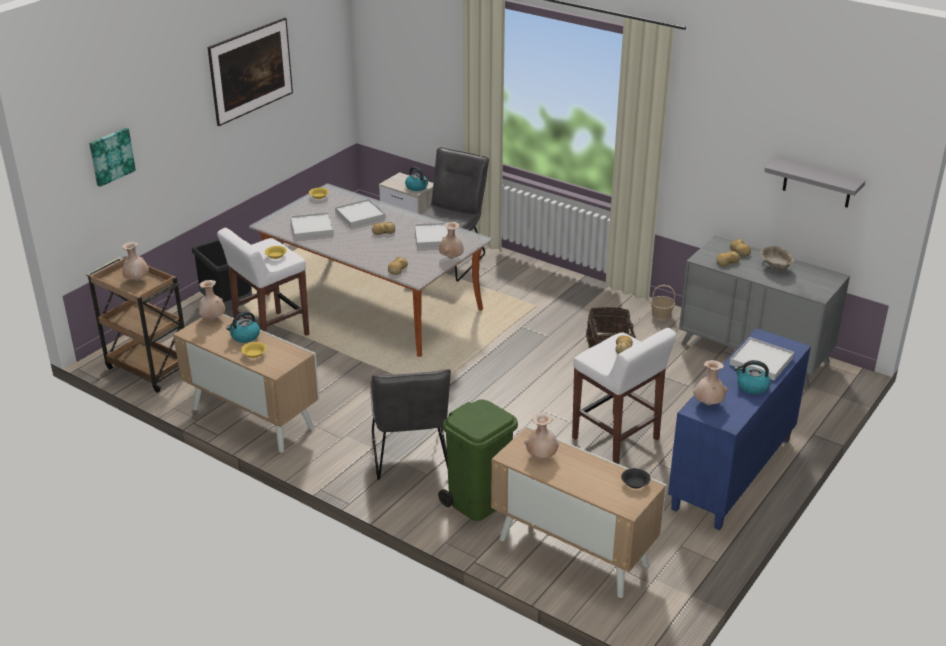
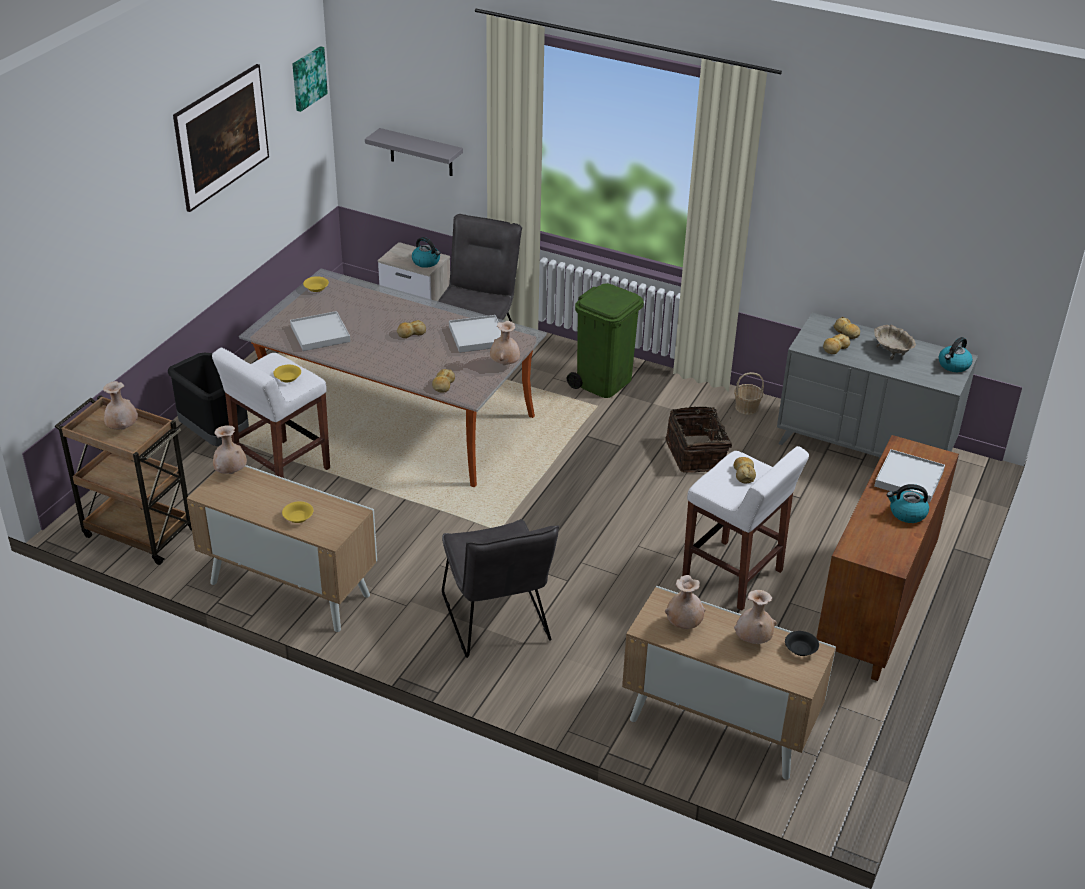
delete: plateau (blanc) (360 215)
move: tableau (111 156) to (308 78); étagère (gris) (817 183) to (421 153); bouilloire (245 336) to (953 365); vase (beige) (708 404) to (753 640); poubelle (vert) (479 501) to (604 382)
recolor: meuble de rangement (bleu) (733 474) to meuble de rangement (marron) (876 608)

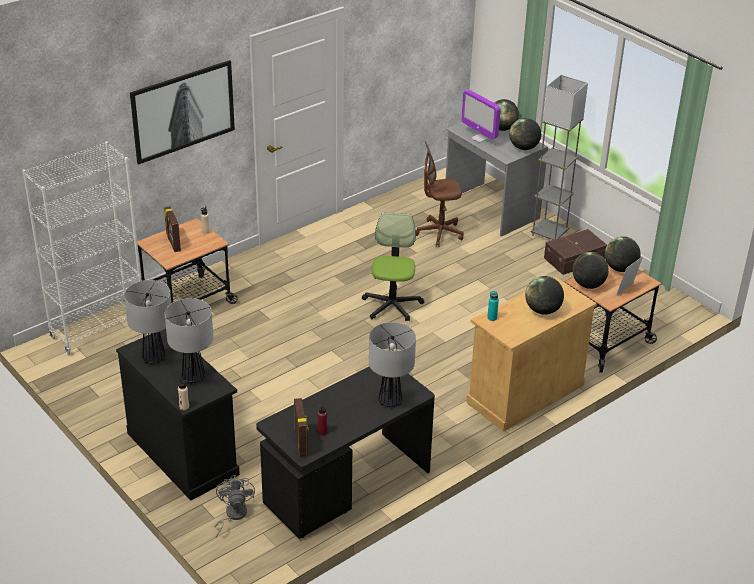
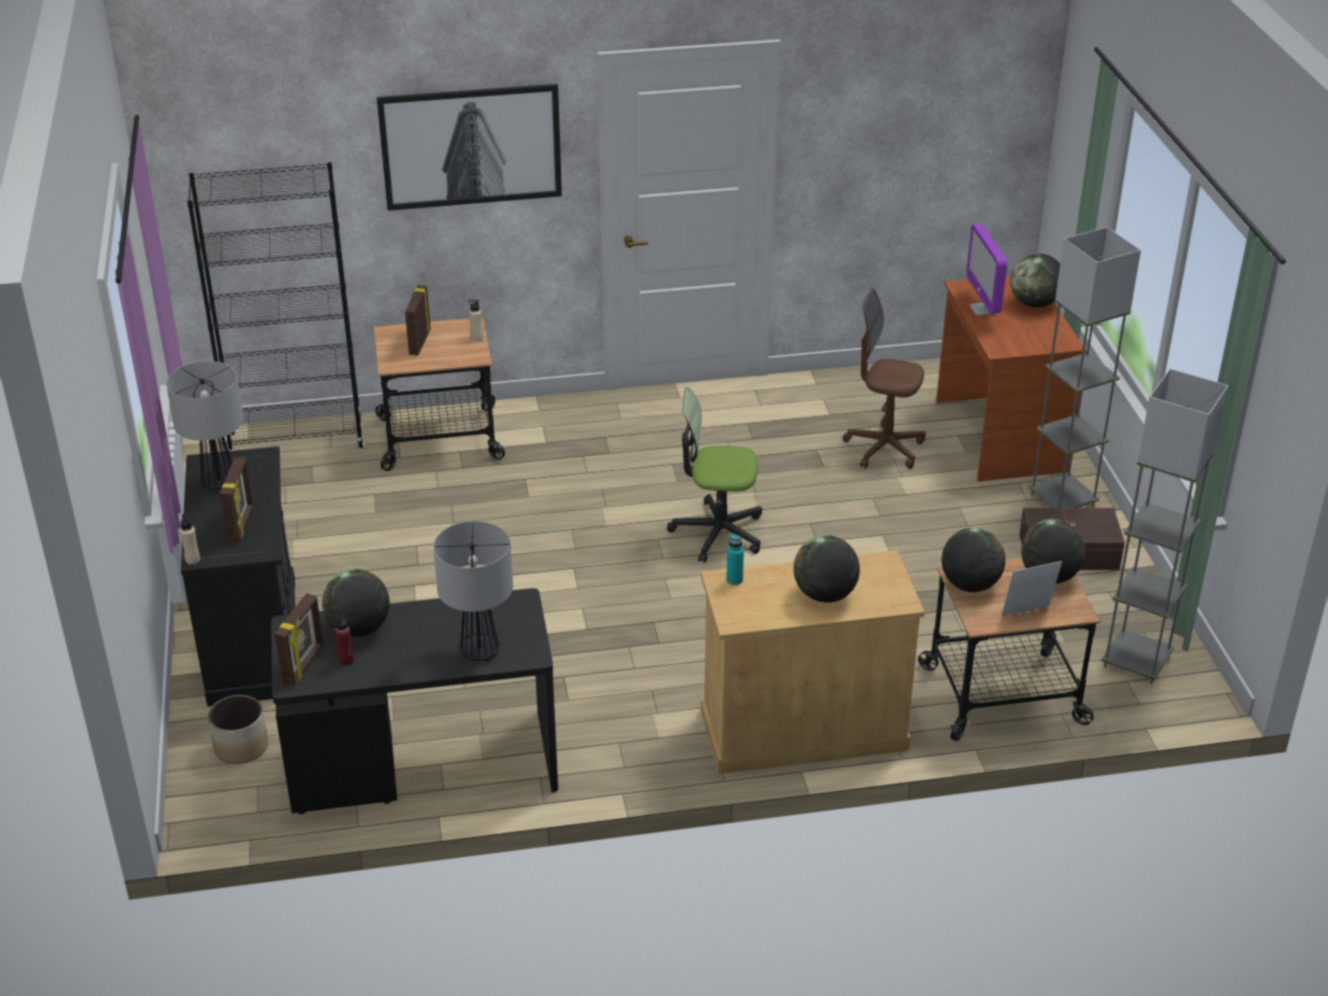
insert: lampadaire (gris) (1136 661)
move: globe (524 148) to (359 629)
replace: lampe de table (193 377) to cadre photo (242 524); ventilateur (gris) (232 515) to cache-pot (240 747)
recolor: bureau (gris) (490 209) to bureau (marron) (998 436); bibliothèque (blanc) (98 329) to bibliothèque (noir) (297 440)
rotate: chaise de bureau (392 305) = (717 532) 120 degrees counterclockwise

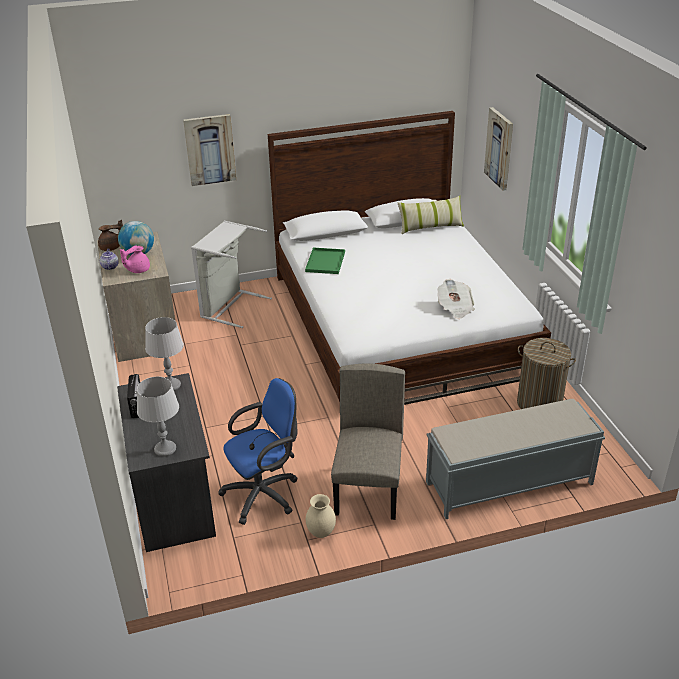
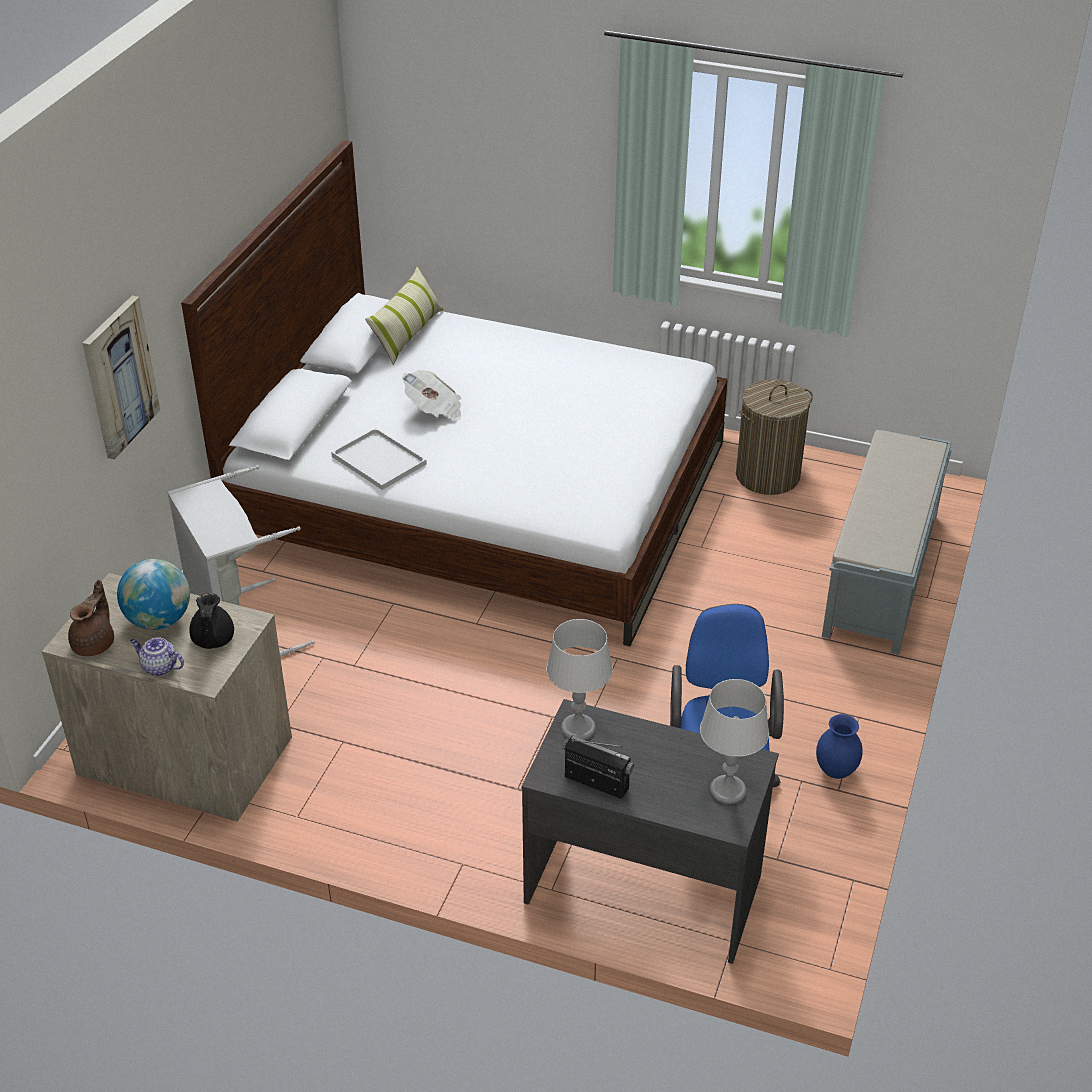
delete: tableau (499 148); chaise (beige) (369 491)
move: journal (455 308) to (434 409)
recolor: théière (rose) (137 270) to théière (noir) (212 640); plateau (vert) (325 262) to plateau (blanc) (380 460); vase (beige) (321 532) to vase (bleu) (835 771)

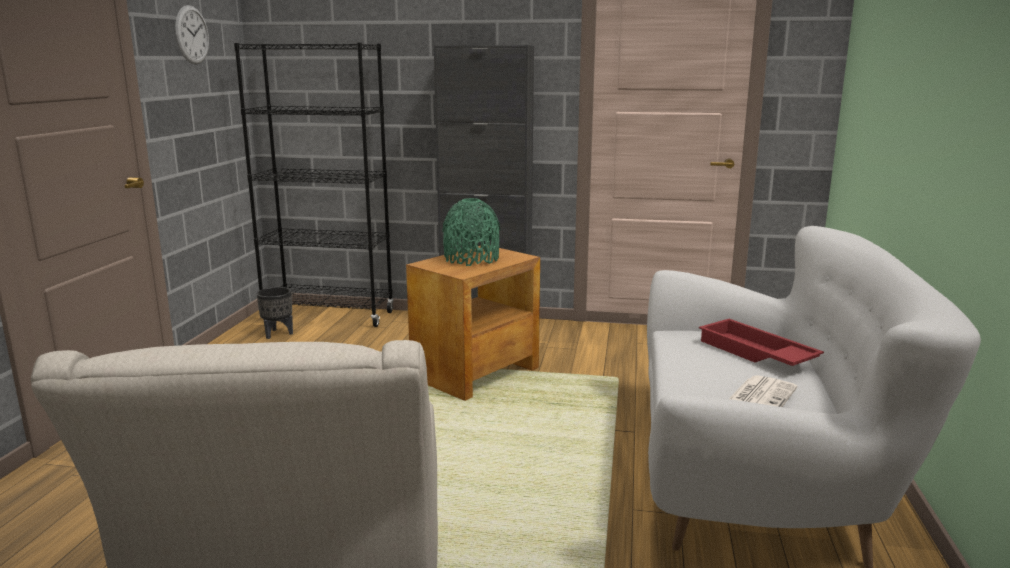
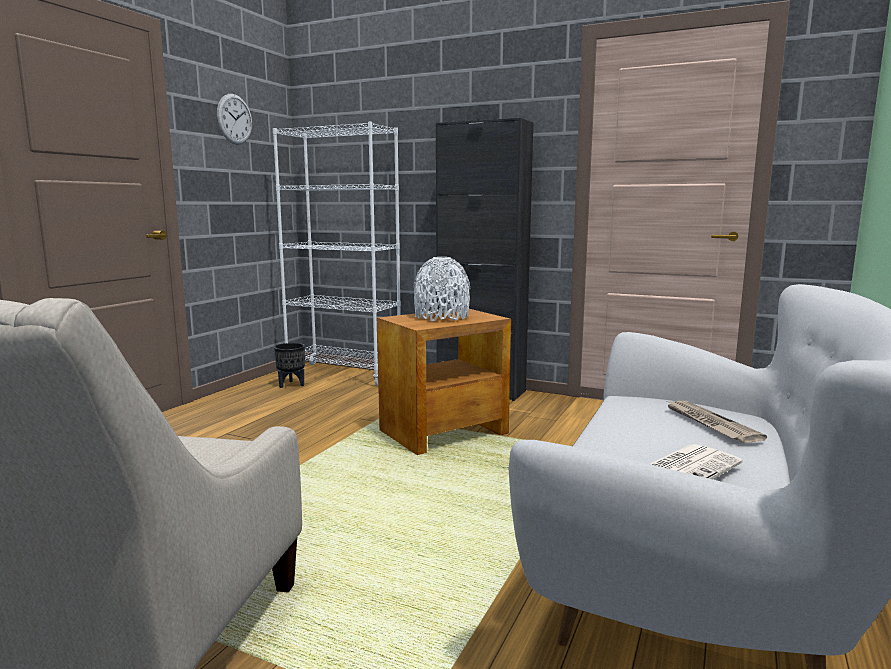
replace: plateau (rouge) (754 353) to journal (709 423)
recolor: bibliothèque (noir) (329 316) to bibliothèque (blanc) (344 374); vase (vert) (471 259) to vase (blanc) (441 317)

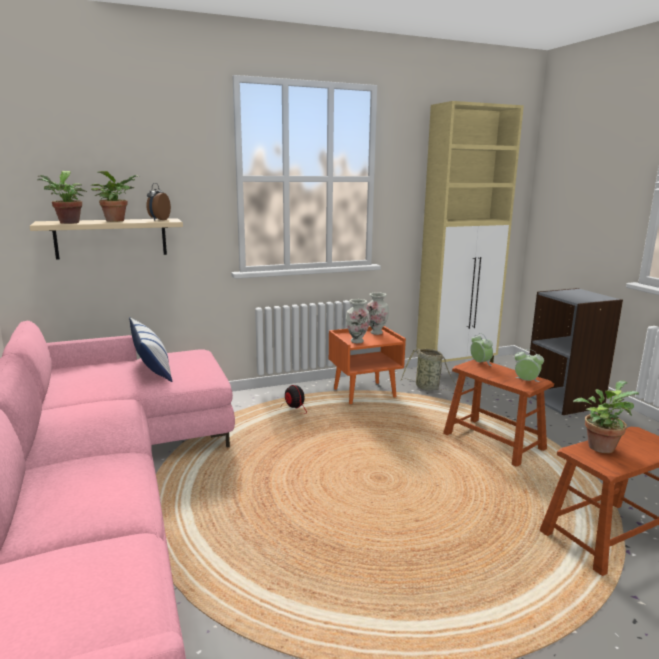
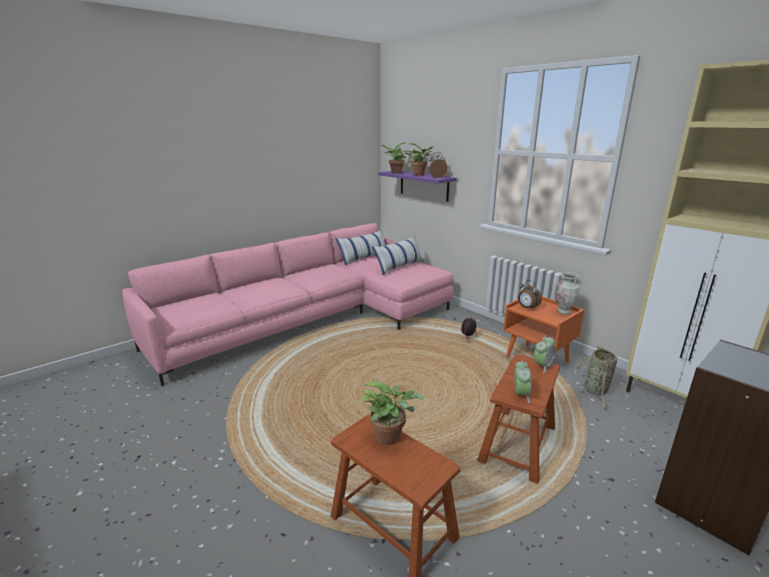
insert: coussin (364 258)
replace: vase (357 341) to réveil (527 308)
recolor: étagère (beige) (111 238) to étagère (violet) (424 185)

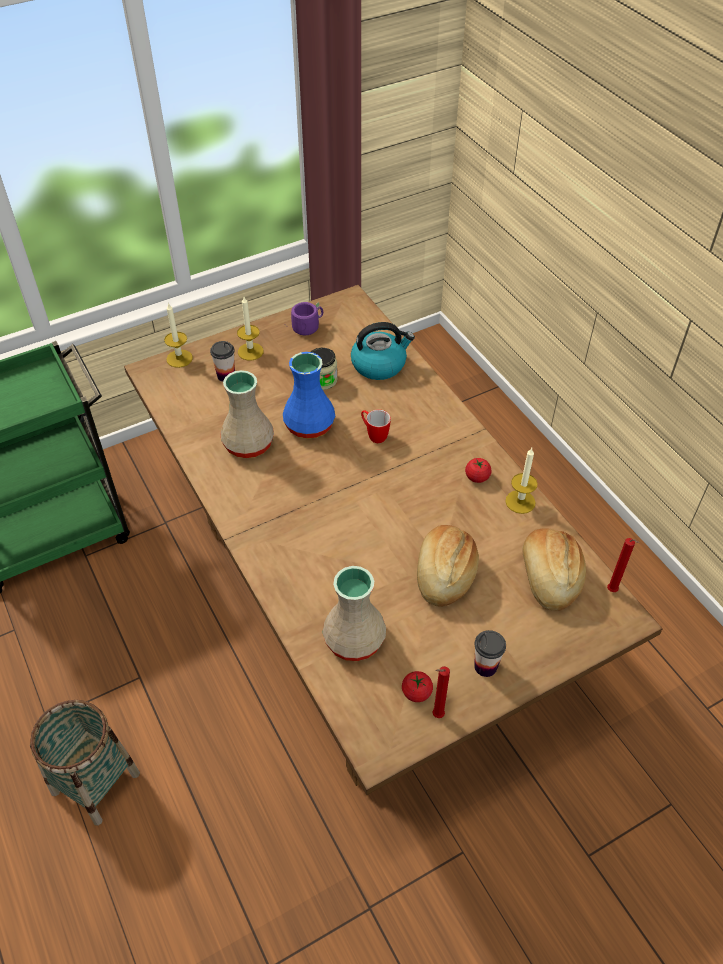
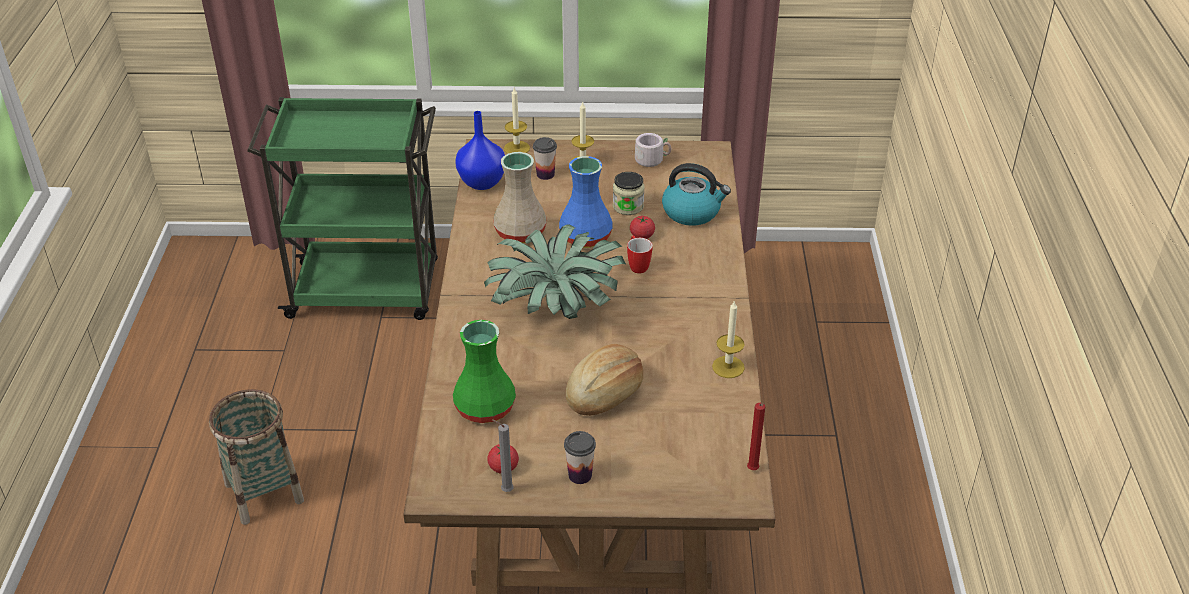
delete: pain (548 577)
insert: vase (bleu) (482 182); plante en pot (555 311)
move: tomate (477 477) to (642 236)
recolor: mug (violet) (307 326) to mug (gris) (652 159); vase (beige) (356 639) to vase (vert) (486 408); bougie (rouge) (436 715) to bougie (gris) (505 490)

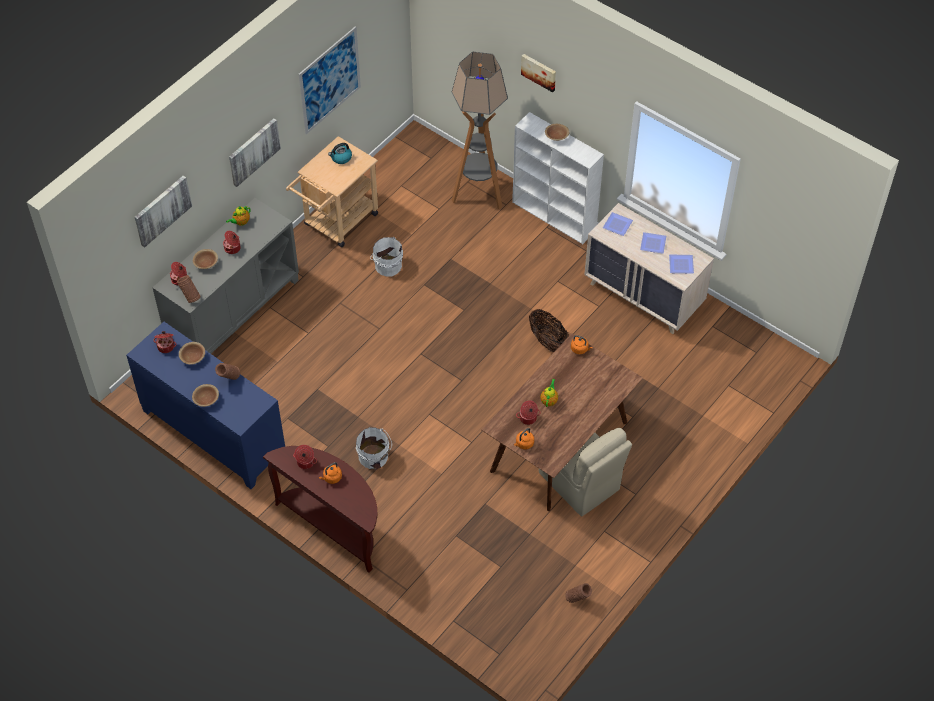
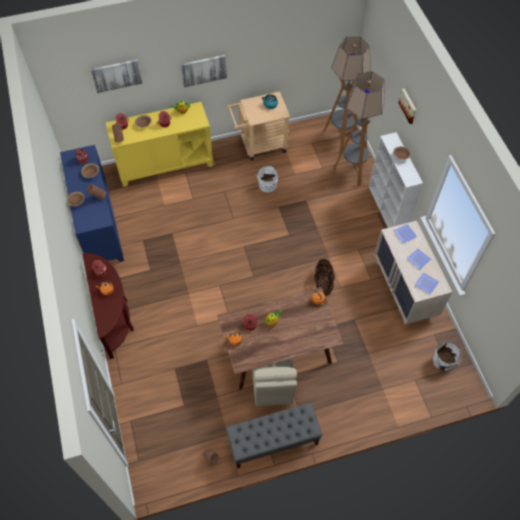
delete: tableau (330 80)
insert: lampadaire (340 138); banc (gris) (273 441)
move: seau (blanc) (374 458) to (443 362)
recolor: meuble de rangement (gris) (233 311) to meuble de rangement (jaune) (165 164)

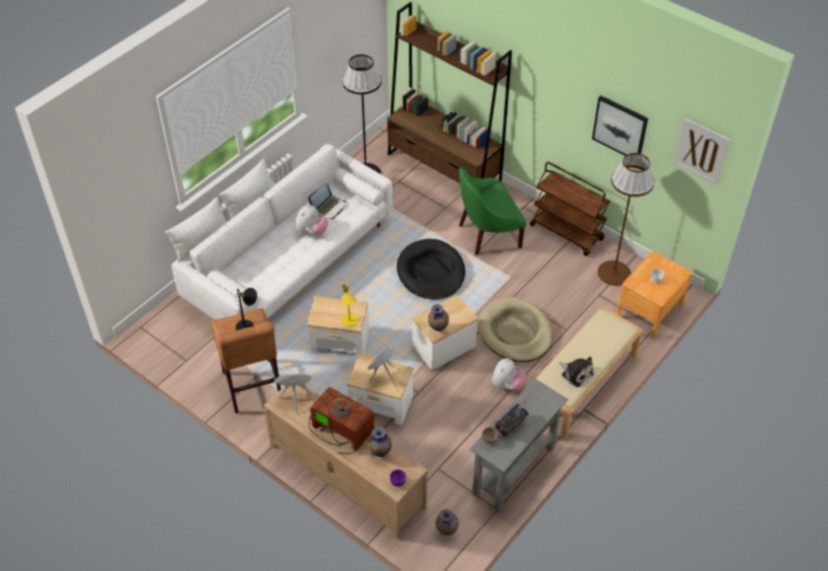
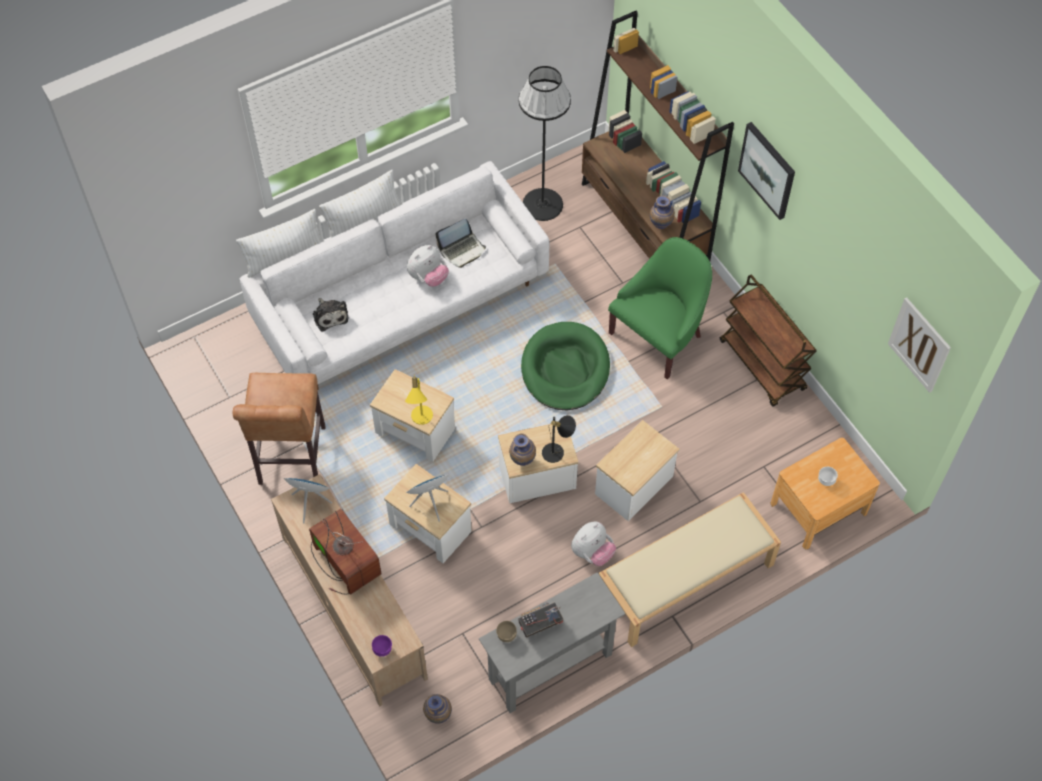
delete: lampadaire (marron) (614 273)
move: tableau (620 127) to (768 170); lampe de table (noir) (248 325) to (557 452); peluche (576 373) to (330 315); vase (380 453) to (660 225)
replace: panier pour chien (beige) (515 332) to table d'appoint (633 485)
recolor: panier pour chien (noir) (431 272) to panier pour chien (vert) (565 369)
rotate: fauteuil (vert) (487 234) = (659 336) 135 degrees clockwise

